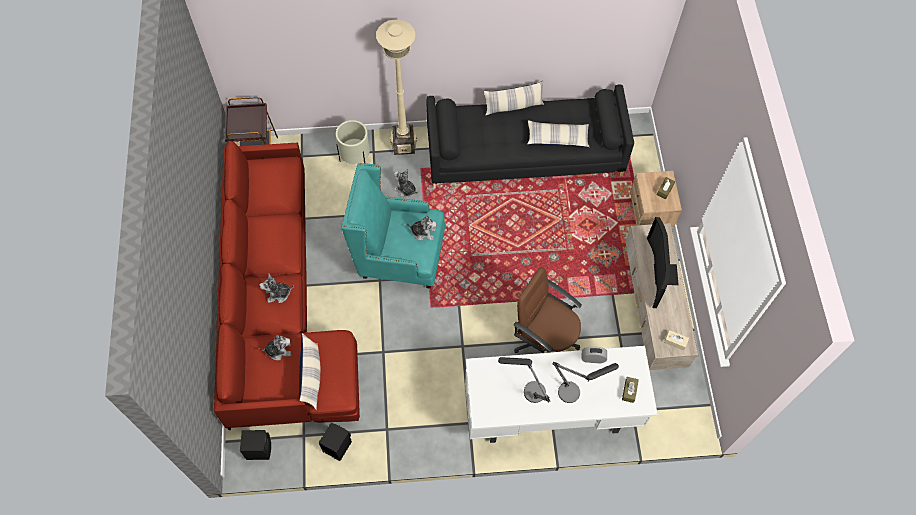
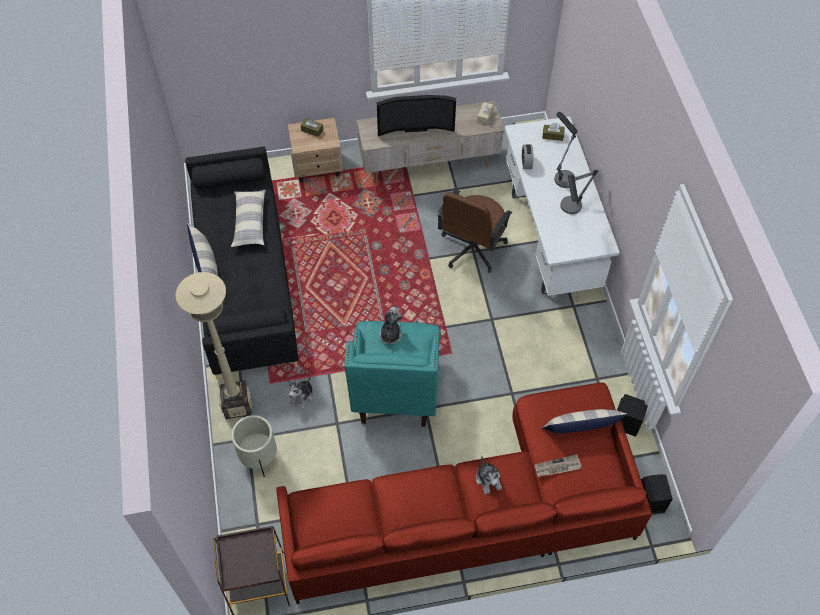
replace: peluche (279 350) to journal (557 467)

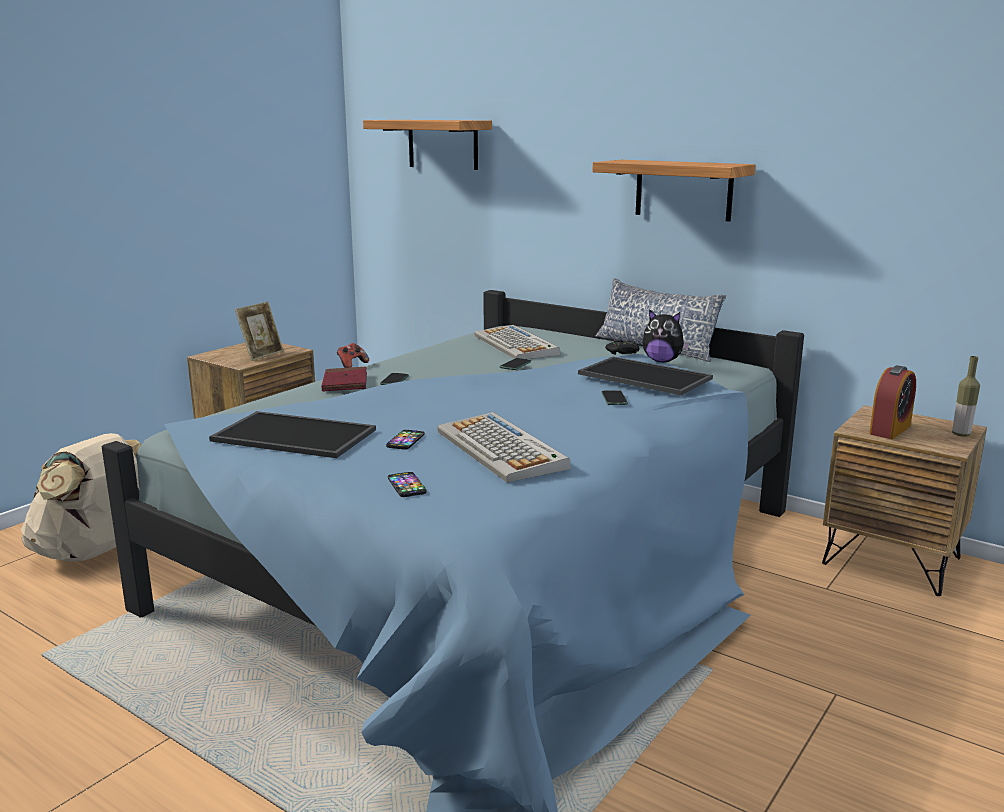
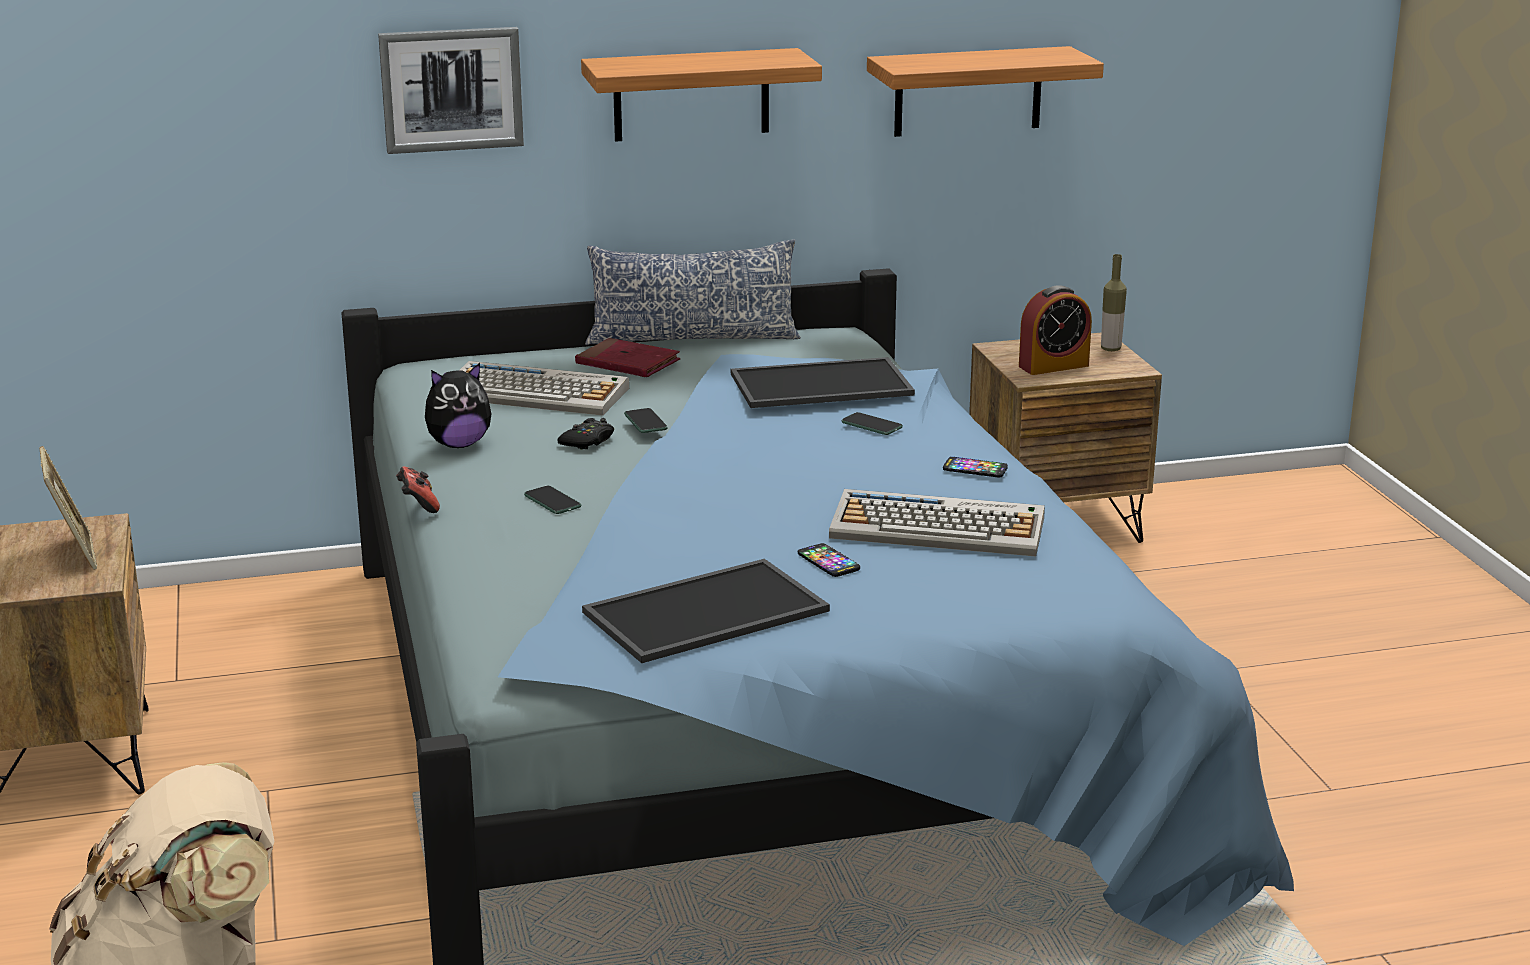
insert: tableau (451 89)
move: étagère (443 144) to (968 91); peluche (662 361) to (458 444); manette (noir) (623 352) to (588 441); livre (rouge) (345 383) to (627 363); téléphone (406 485) to (975 469)
rotate: réveil (890 430) = (1053 366) 75 degrees clockwise

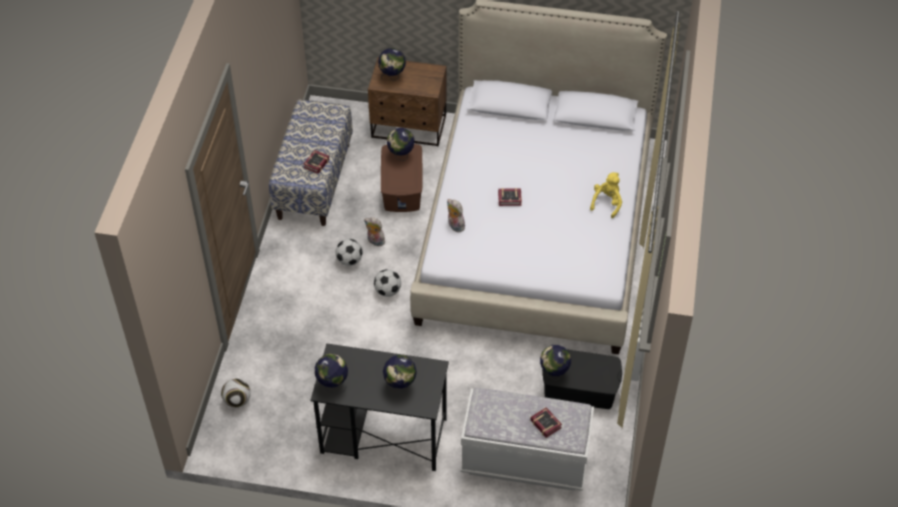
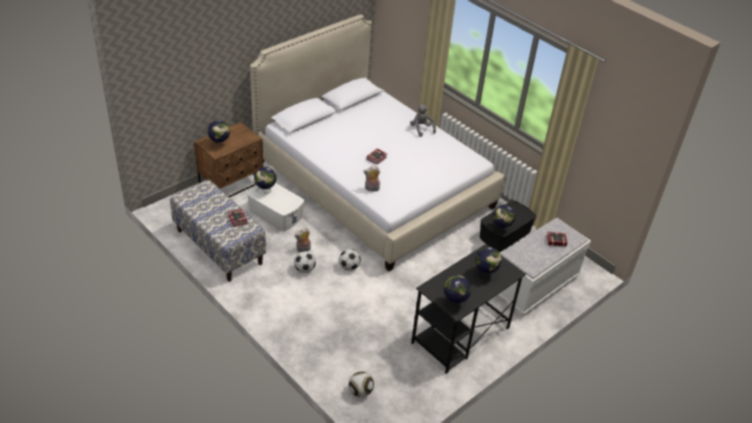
recolor: boîte de rangement (marron) (402 188) to boîte de rangement (blanc) (275 214); peluche (jaune) (607 203) to peluche (gris) (421 129)

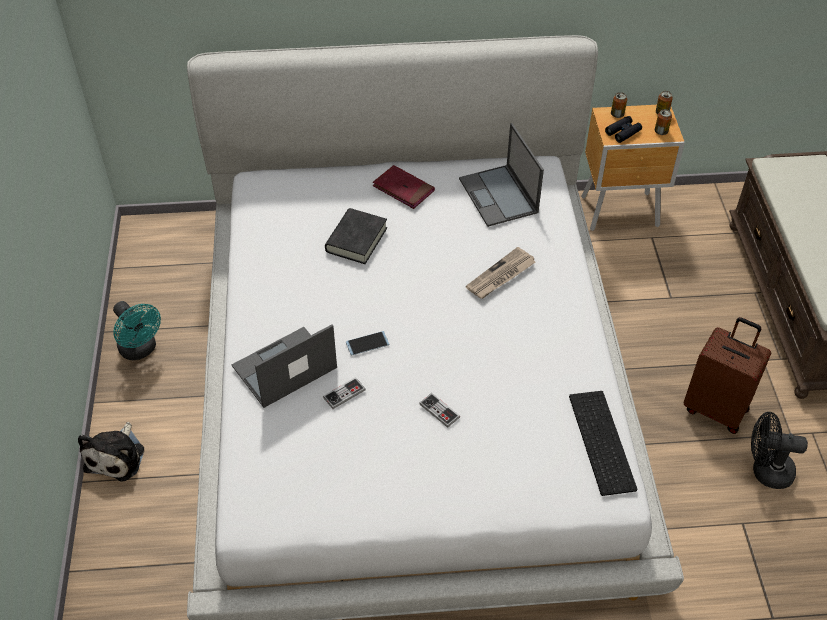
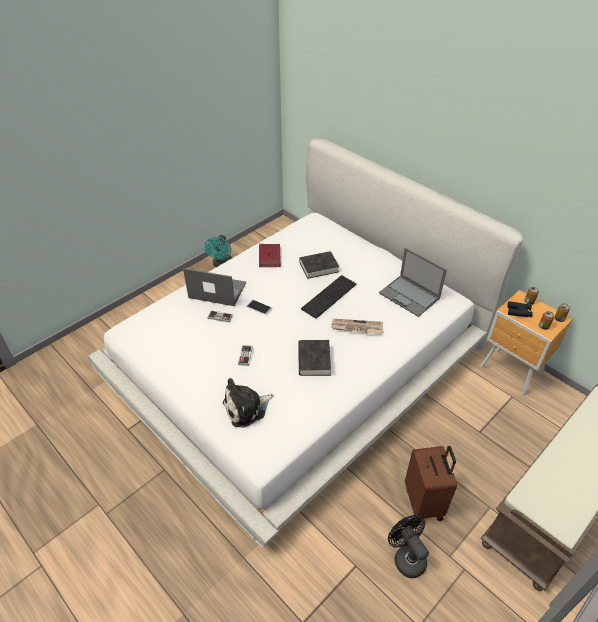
insert: livre (noir) (314 360)
move: livre (rouge) (403 189) to (269 257); clavier (599 441) to (328 295); peluche (117 456) to (247 408)
rotate: ordinateur portable (499 196) = (410 296) 75 degrees counterclockwise

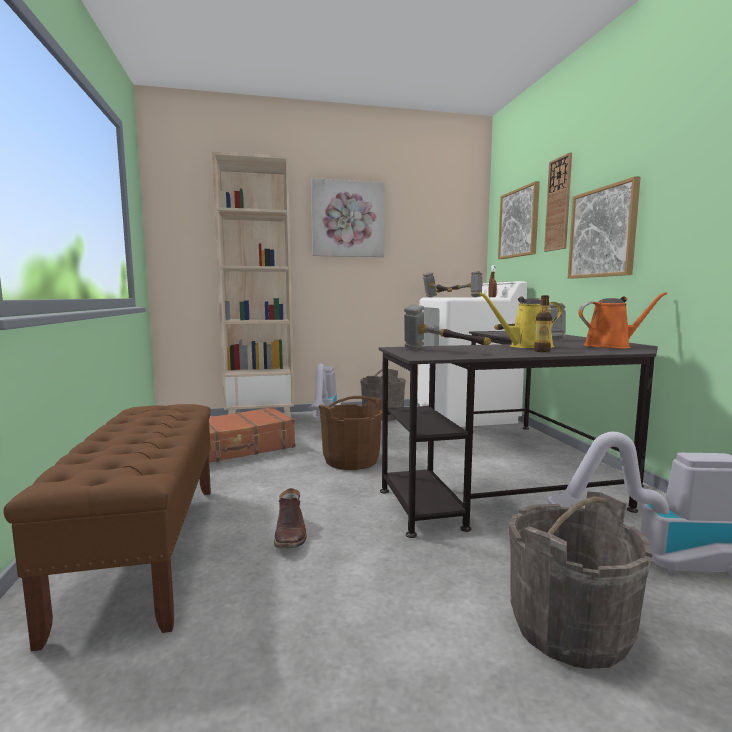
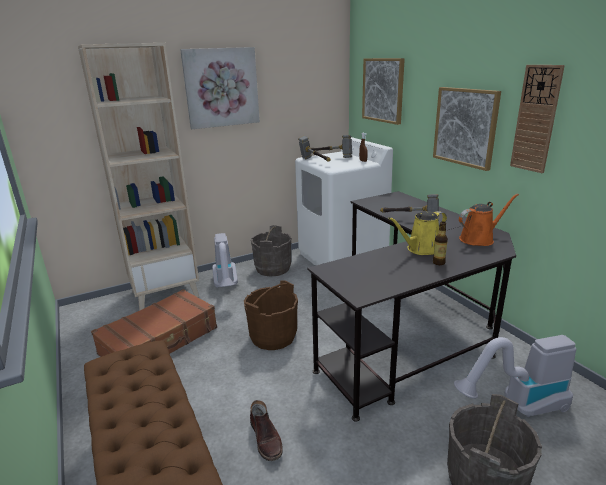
delete: marteau (441 351)
move: horloge murale (558 204) to (536 119)

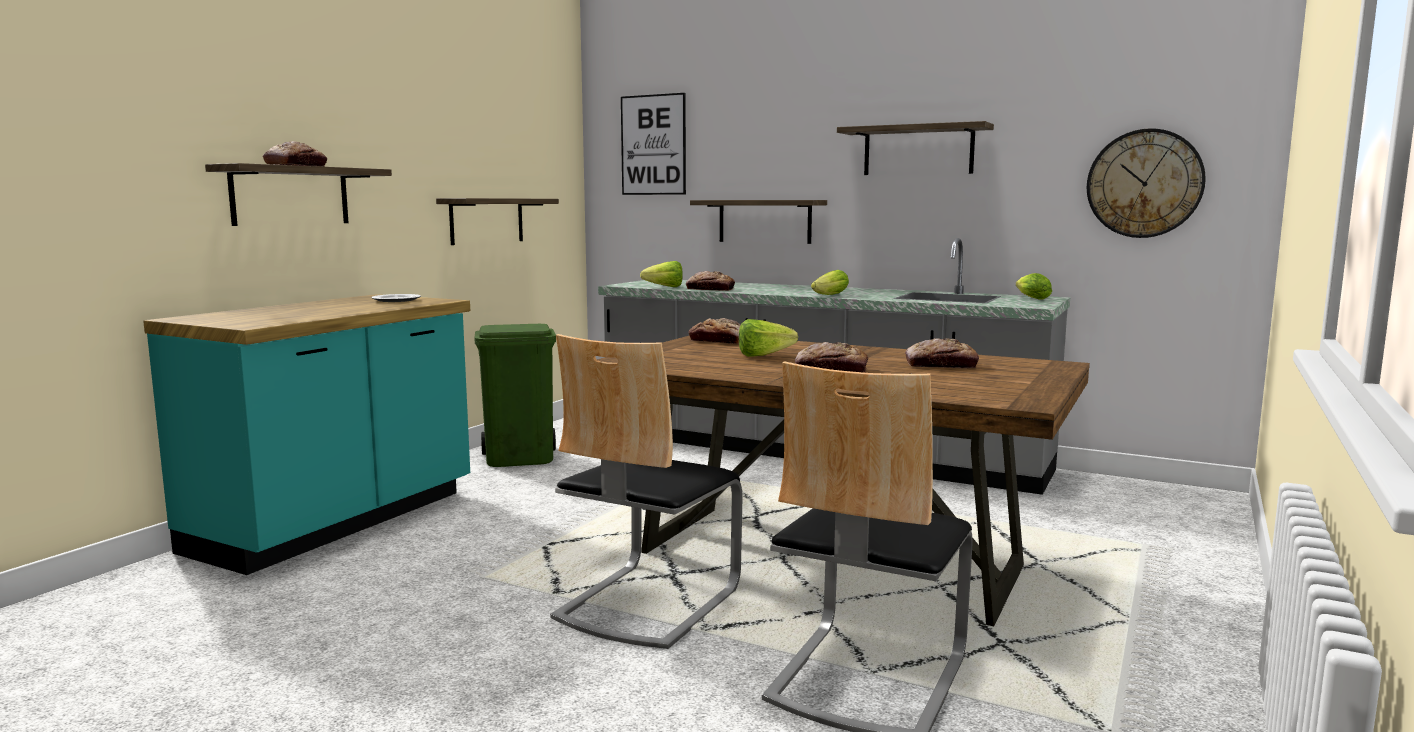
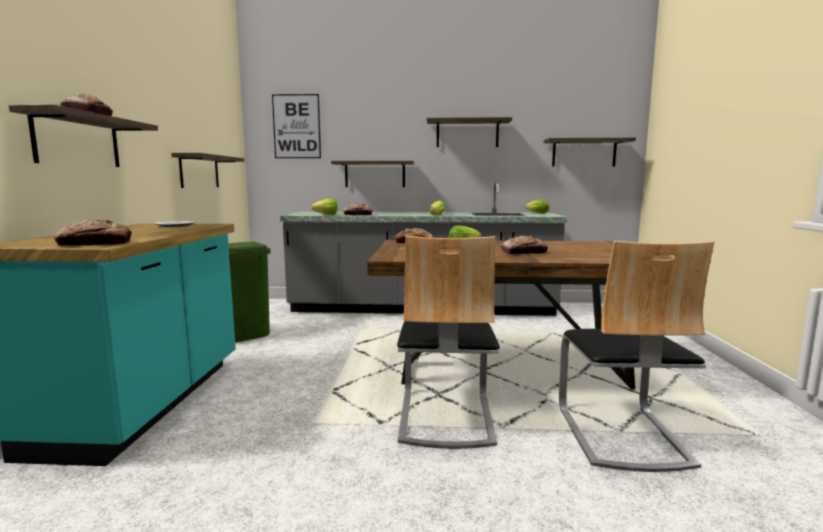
move: pain (941 365) to (95 243)
replace: horloge murale (1144 183) to étagère (584 153)

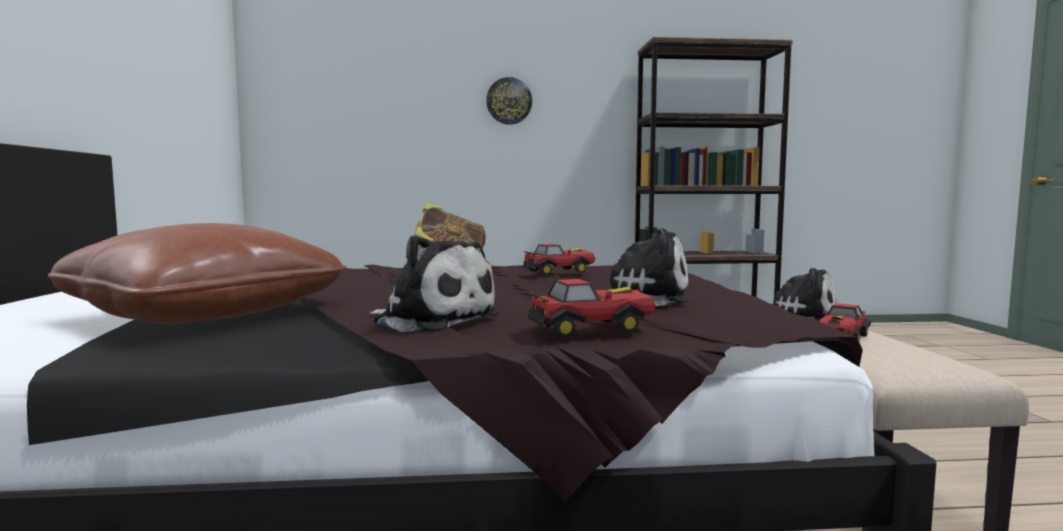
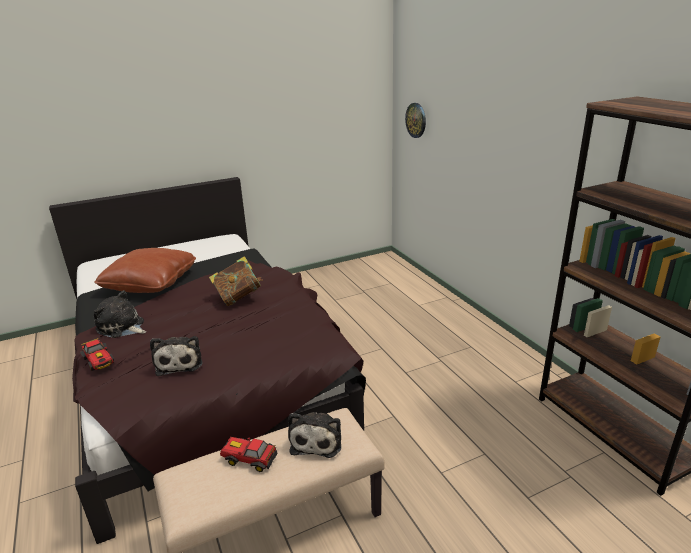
delete: petite voiture (559 271)
move: horloge murale (509 101) to (416 120)
rotate: peluche (432 320) = (122 327) 105 degrees clockwise

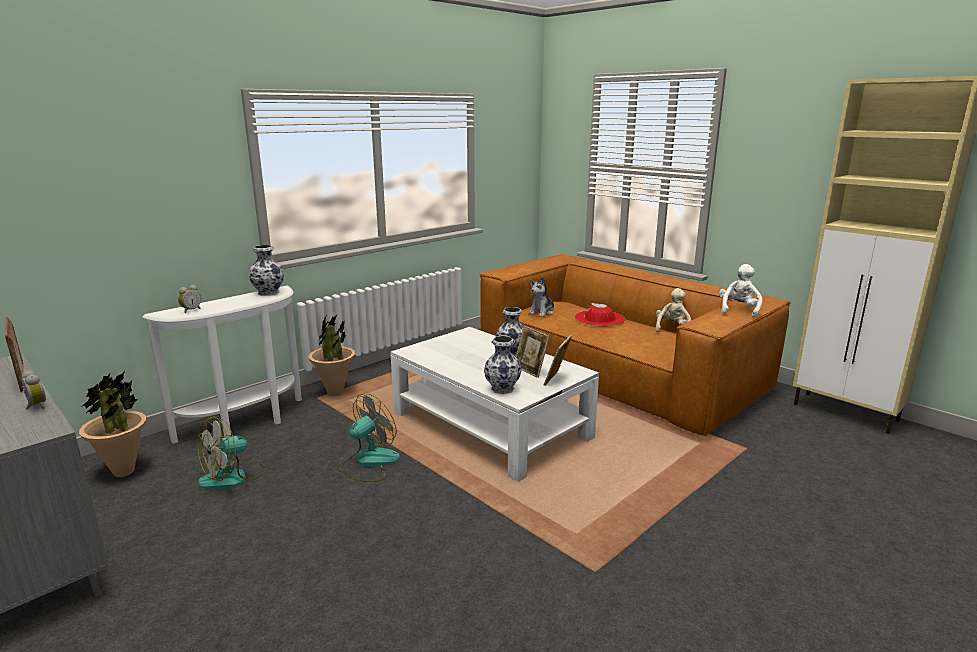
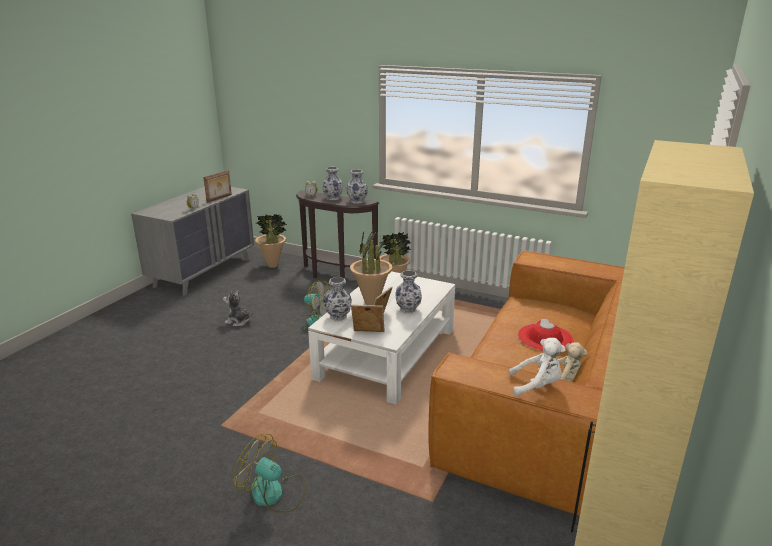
insert: vase (333 198); plante en pot (371 302)
move: peluche (542 312) to (238 321); ventilateur (234 477) to (274 494)
recolor: table console (blanc) (247 424) to table console (marron) (335 276)

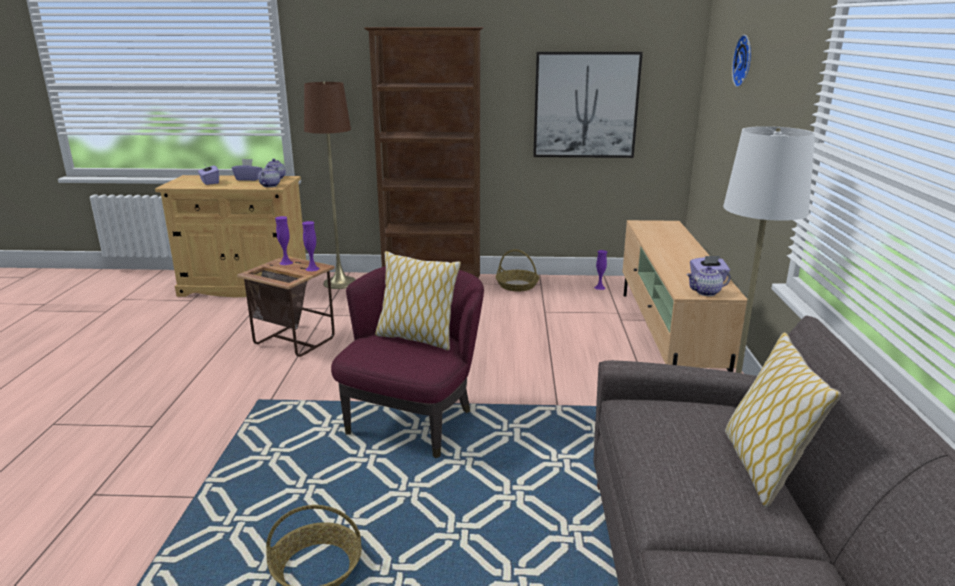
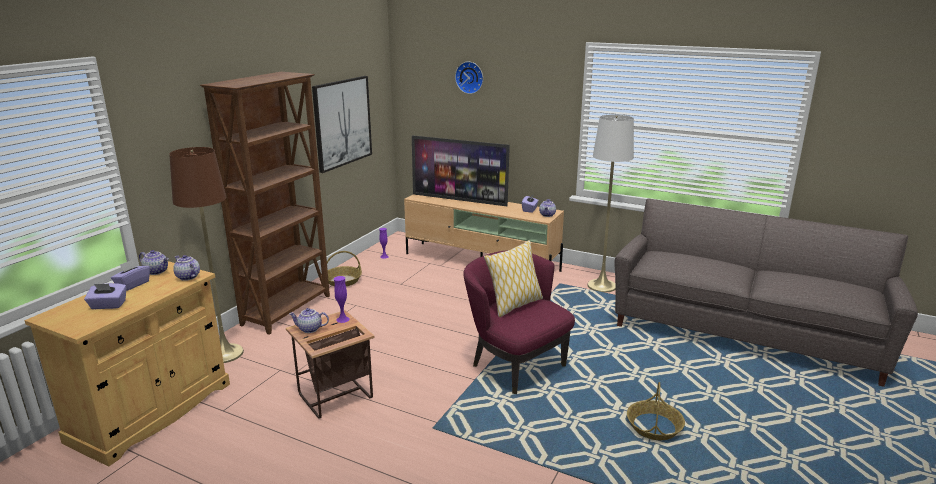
delete: coussin (763 467)
insert: téléviseur (460 200)
replace: vase (violet) (286 263) to théière (309 329)

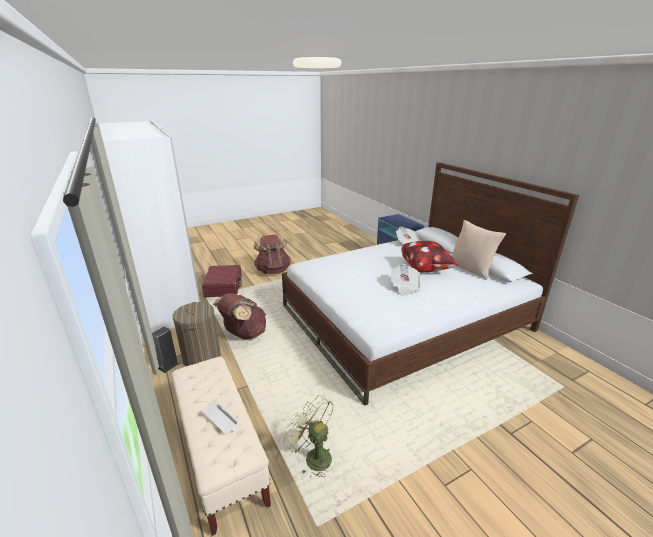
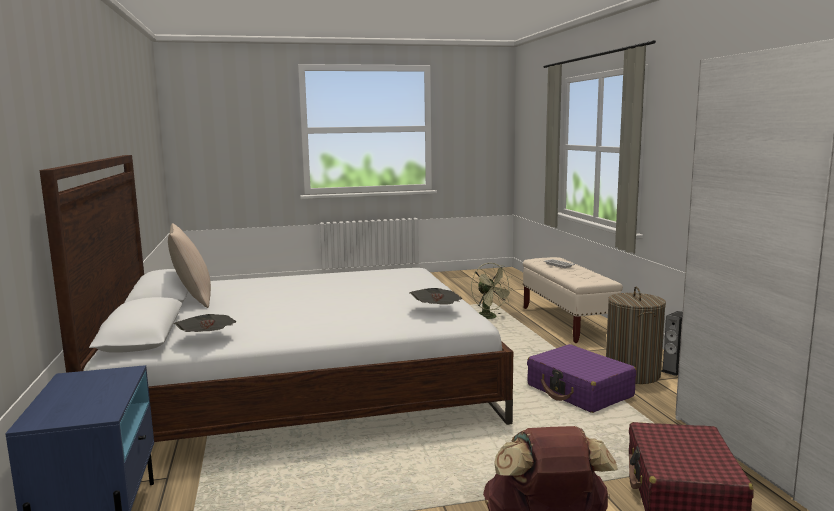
delete: coussin (426 268)
move: journal (404 287) to (437 311)
replace: sac à dos (marron) (244 334) to valise (violet) (579 391)

